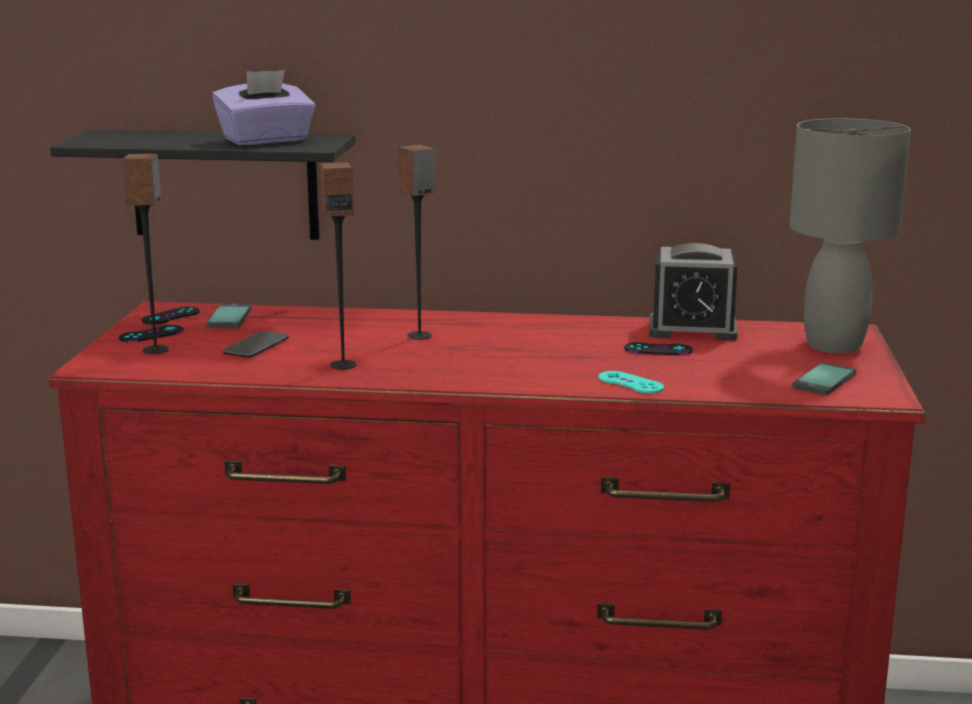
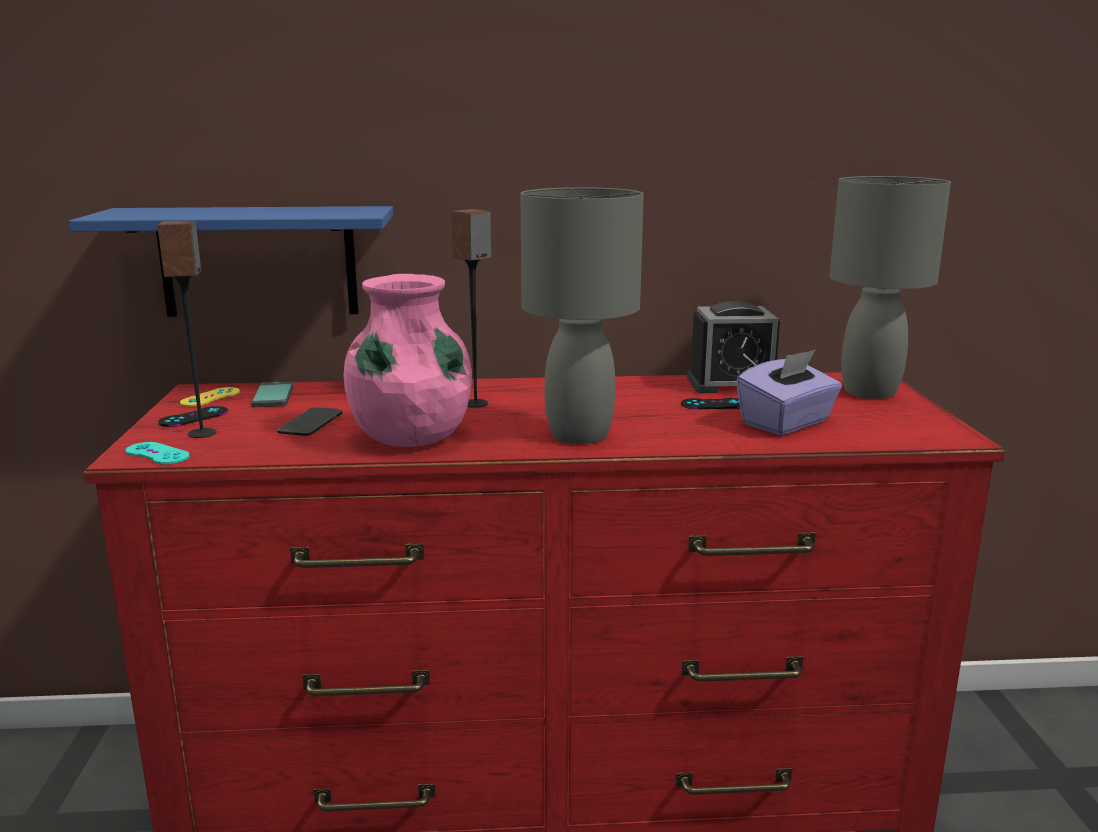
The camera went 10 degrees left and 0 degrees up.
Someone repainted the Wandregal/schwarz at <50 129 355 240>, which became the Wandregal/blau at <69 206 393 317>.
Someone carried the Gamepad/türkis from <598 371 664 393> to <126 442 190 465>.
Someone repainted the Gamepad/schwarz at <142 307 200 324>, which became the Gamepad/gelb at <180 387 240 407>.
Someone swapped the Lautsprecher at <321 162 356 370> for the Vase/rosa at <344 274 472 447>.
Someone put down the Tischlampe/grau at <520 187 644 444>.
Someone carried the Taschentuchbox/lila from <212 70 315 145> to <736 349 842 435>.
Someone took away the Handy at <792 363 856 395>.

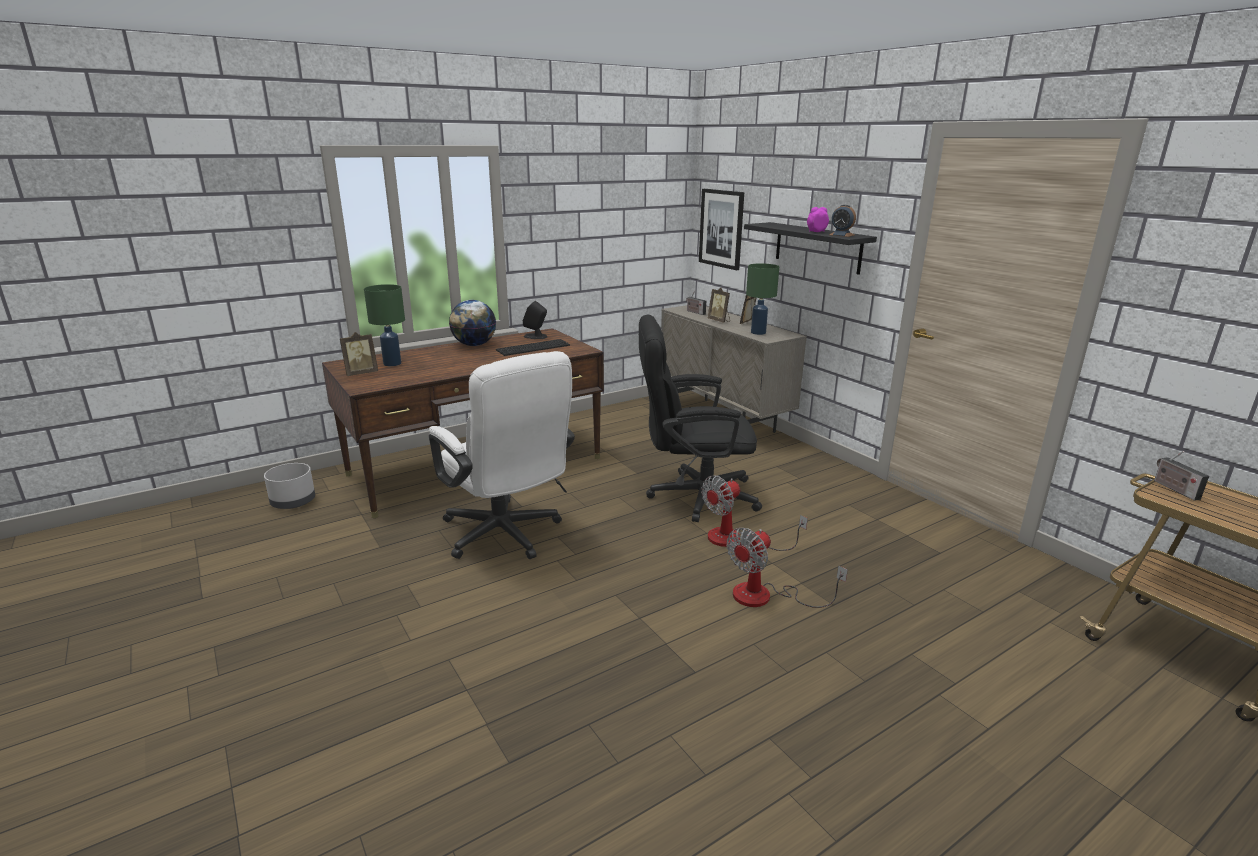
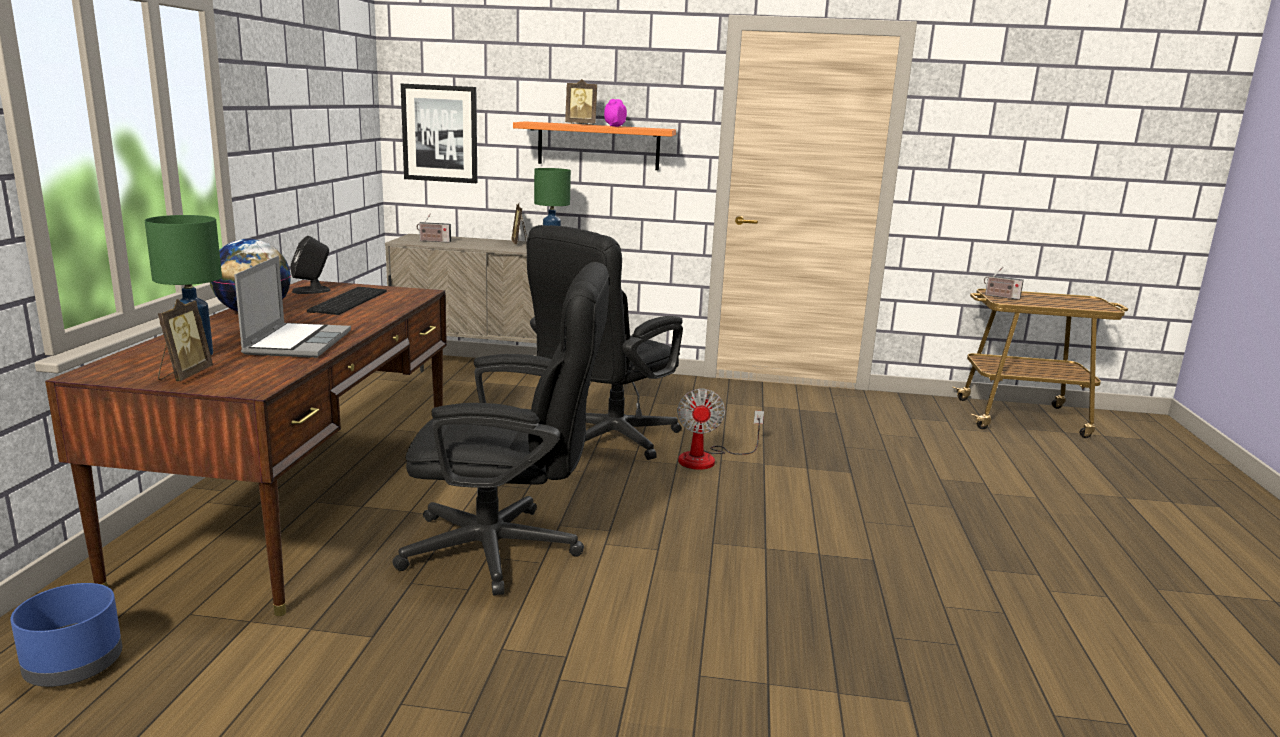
The camera went 50 degrees left and 5 degrees down.
Someone repainted the Pflanzkübel/grau at <264 463 315 509>, which became the Pflanzkübel/blau at <10 583 122 687>.
Someone put down the Laptop at <234 256 351 358>.
Someone repainted the Bürostuhl/weiß at <429 351 575 559>, which became the Bürostuhl/schwarz at <393 262 609 595>.
Someone repainted the Wandregal/schwarz at <744 222 877 275>, which became the Wandregal/orange at <513 121 676 170>.
Someone carried the Bilderrahmen from <708 288 730 323> to <565 79 597 125>.
Someone took away the Ventilator at <726 528 848 608>.
Someone took away the Wecker at <829 205 856 237>.

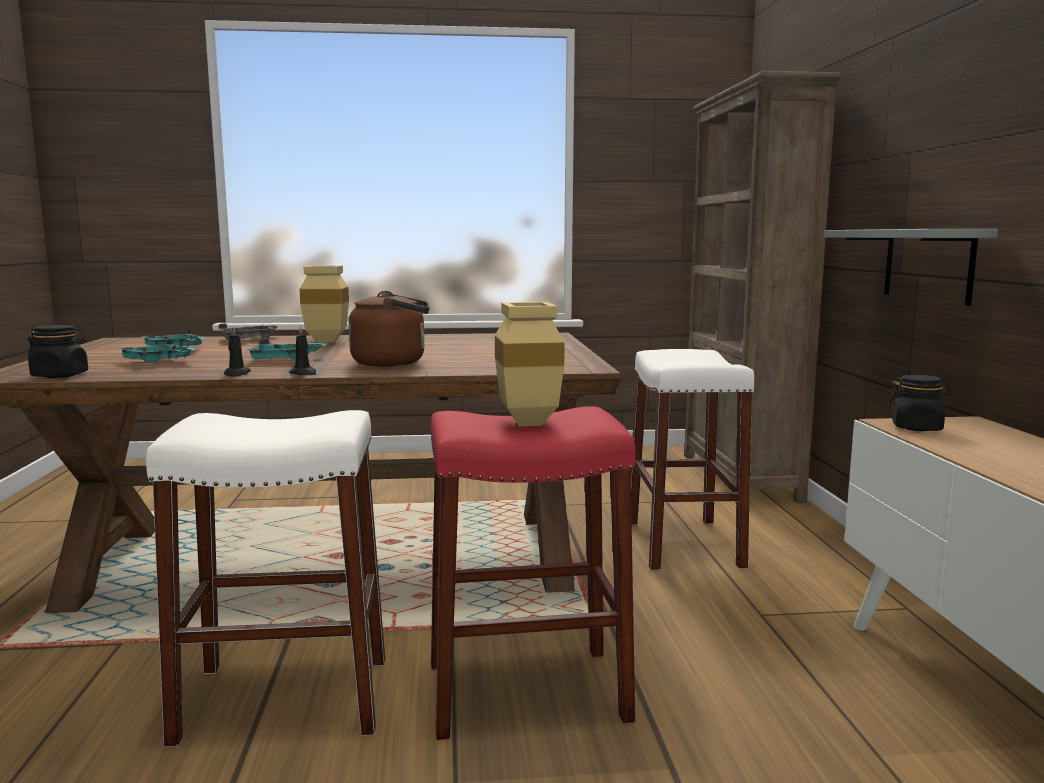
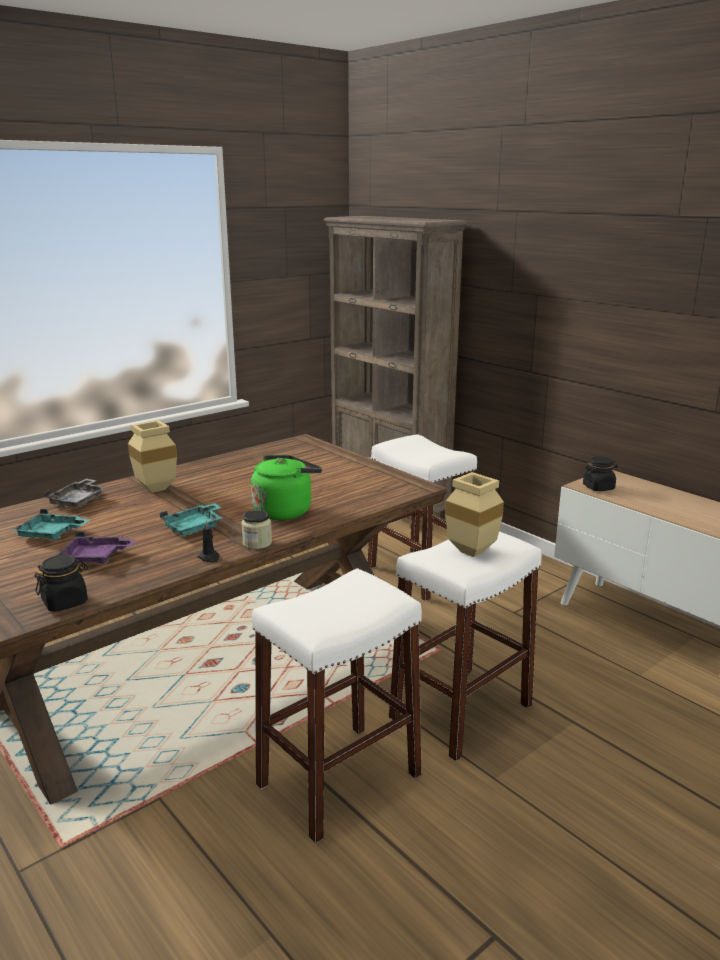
The camera went 35 degrees left and 10 degrees up.
Someone repainted the Tablett/türkis at <118 339 197 363>, which became the Tablett/lila at <56 531 136 564>.
Someone swapped the Kerze/schwarz at <289 325 316 375> for the Vorratsglas at <241 510 272 549>.
Someone repainted the Wasserkessel/braun at <349 291 429 367>, which became the Wasserkessel/grün at <251 455 322 520>.
Someone repainted the Hocker/rot at <431 406 636 740>, which became the Hocker/weiß at <389 531 542 761>.
Someone took away the Wandregal/grau at <824 229 998 306>.

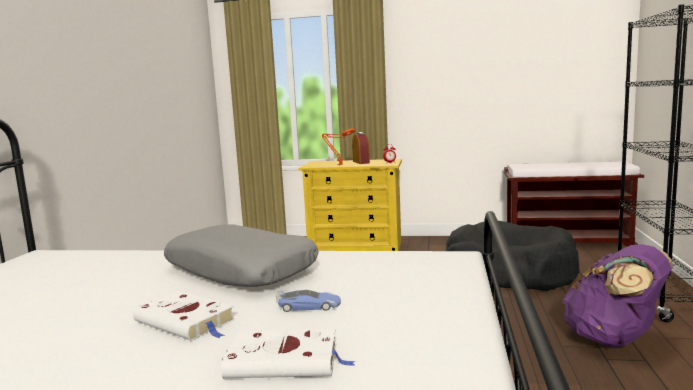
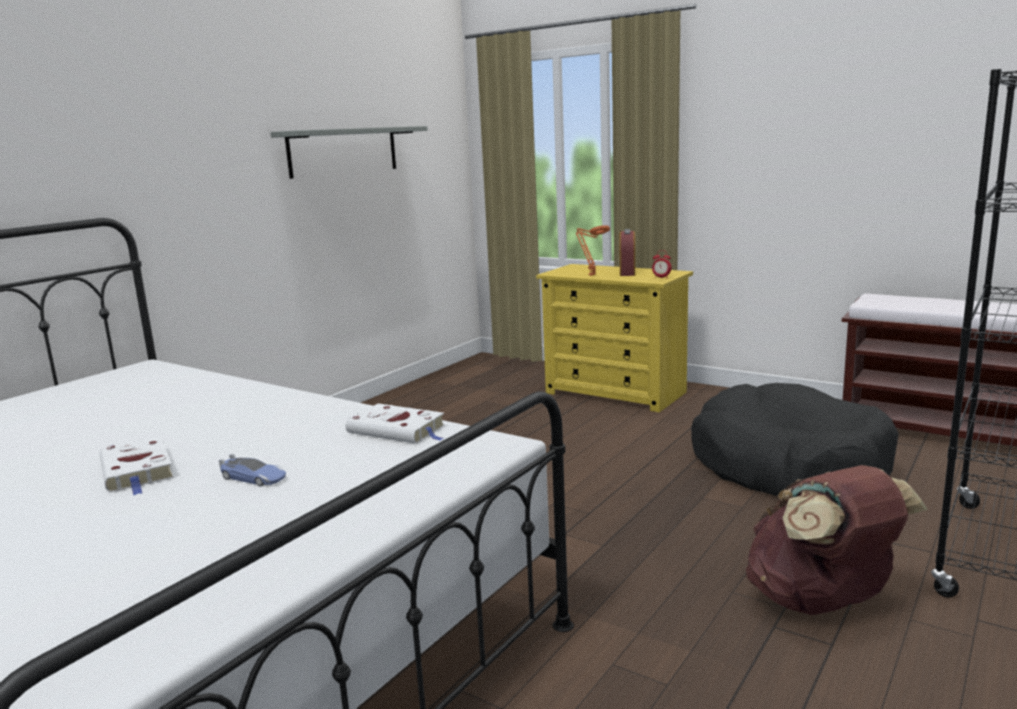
The camera went 25 degrees right and 5 degrees up.
Someone put up the Wandregal/grau at <270 126 428 179>.
Someone carried the Buch/weiß from <221 329 355 378> to <345 404 445 444>.
Someone repainted the Rucksack/lila at <562 244 672 347>, which became the Rucksack/braun at <746 465 928 615>.
Someone took away the Kissen/grau at <164 224 318 287>.

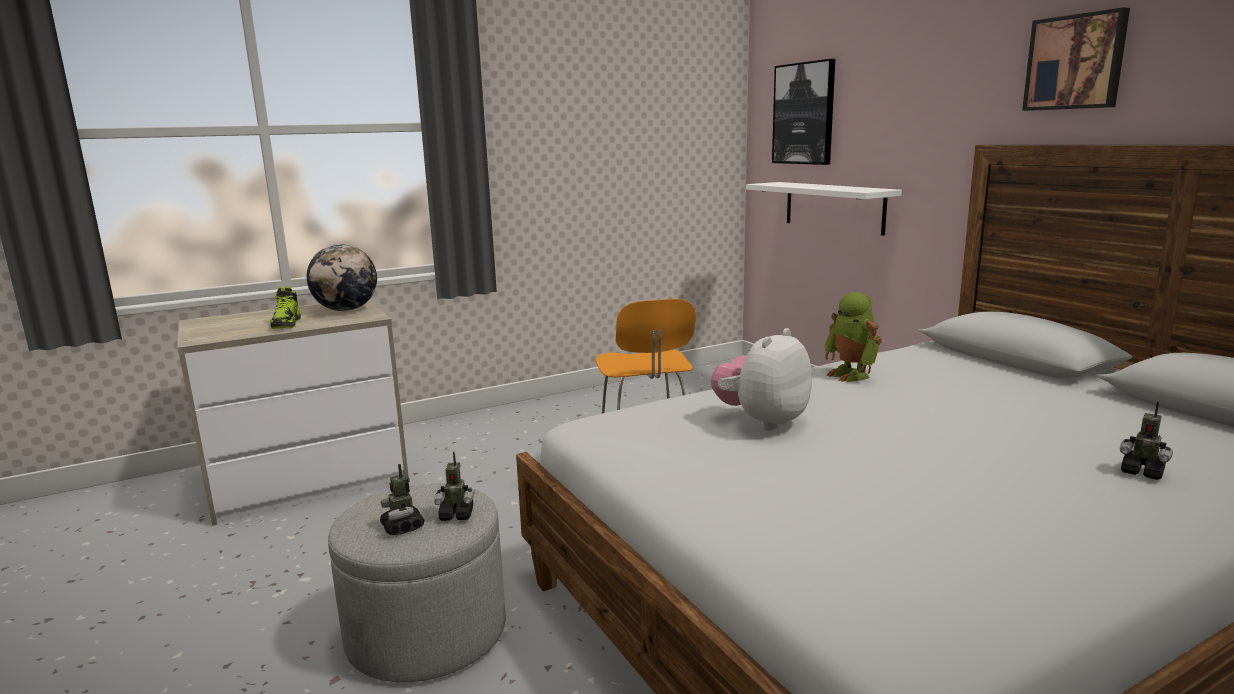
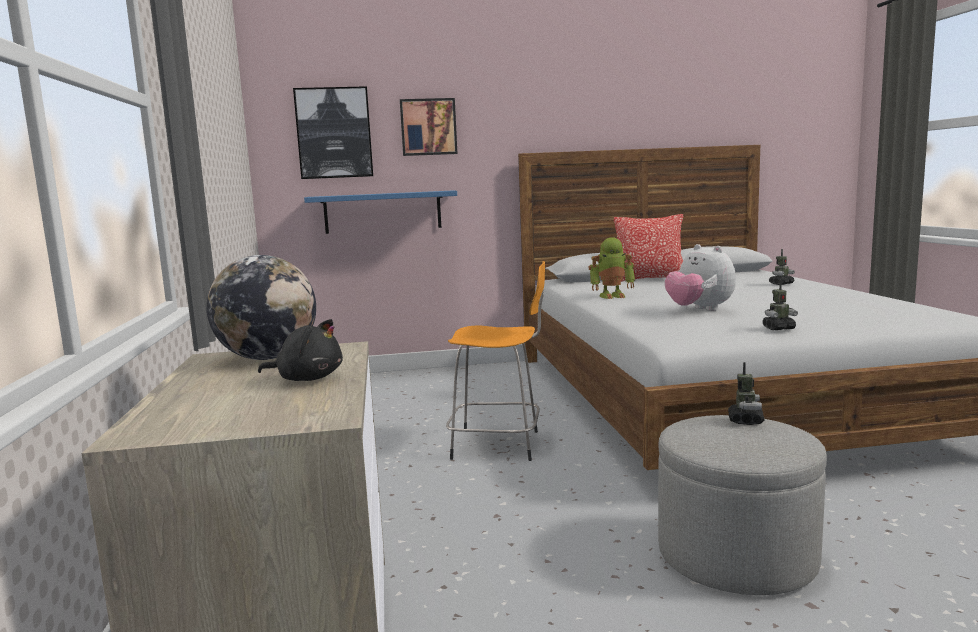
The camera went 70 degrees left and 5 degrees down.
Someone swapped the Schuh at <270 287 301 329> for the Plüschtier/schwarz at <258 319 343 381>.
Someone repainted the Wandregal/weiß at <746 182 902 236>, which became the Wandregal/blau at <304 191 457 234>.
Someone carried the Bild from <1022 7 1130 111> to <400 98 457 156>.
Someone put down the Kissen at <614 214 683 282>.
Someone carried the Spielzeugroboter from <380 464 425 535> to <763 280 798 330>.

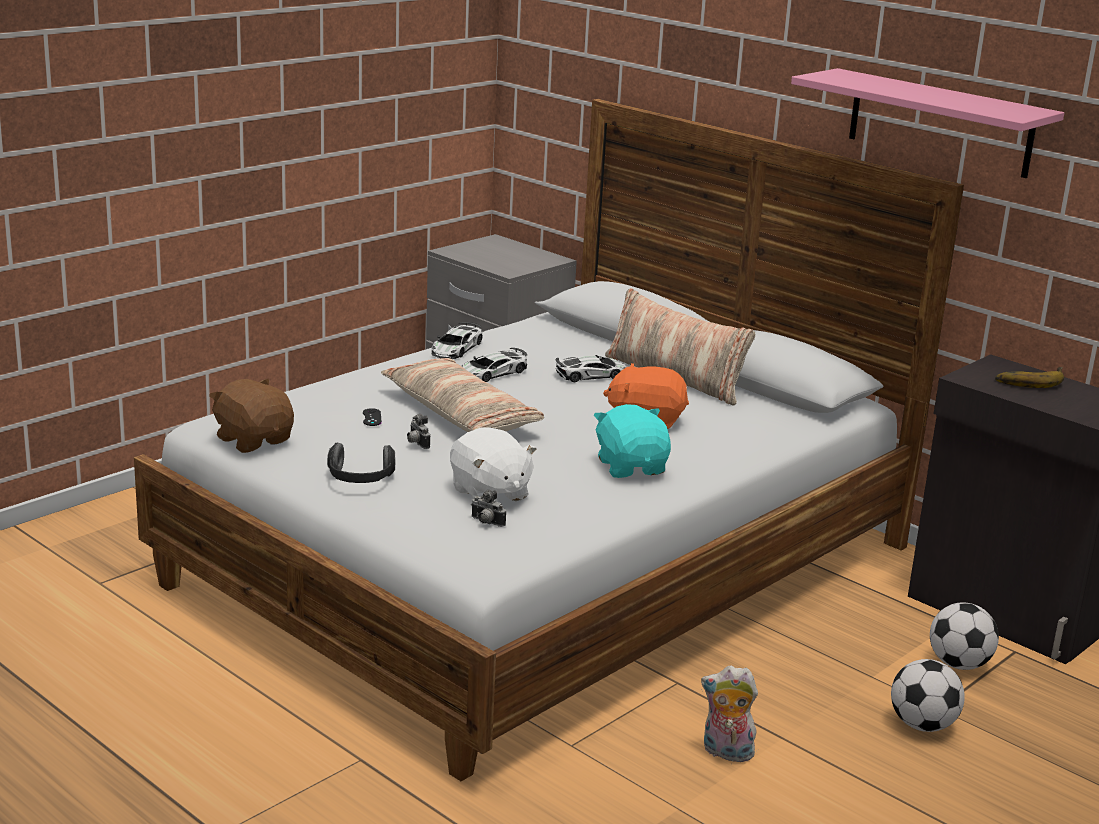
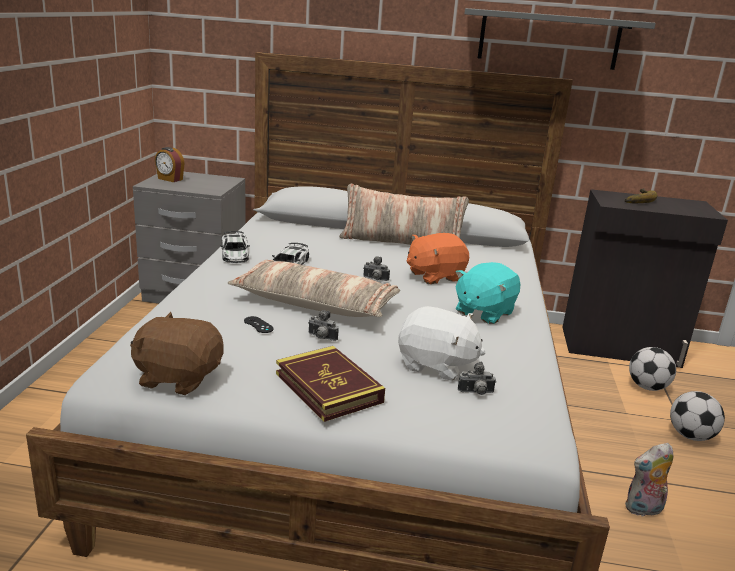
The camera went 35 degrees left and 0 degrees up.
Someone put down the Wecker at <155 147 184 182>.
Someone swapped the Kopfhörer at <327 443 395 483> for the Buch at <276 346 385 422>.
Someone put down the Kamera at <363 256 390 281>.
Someone rotated the Plüschtier/türkis at <593 404 671 478> by 90 degrees counterclockwise.
Someone repainted the Wandregal/rosa at <791 68 1064 178>, which became the Wandregal/grau at <465 8 656 70>.
Someone took away the Spielzeugauto at <555 355 627 382>.

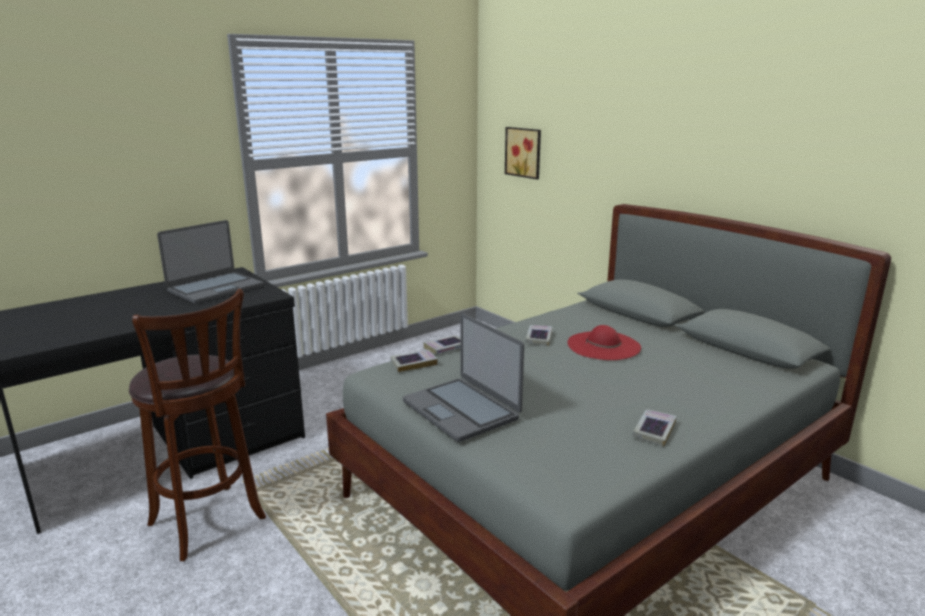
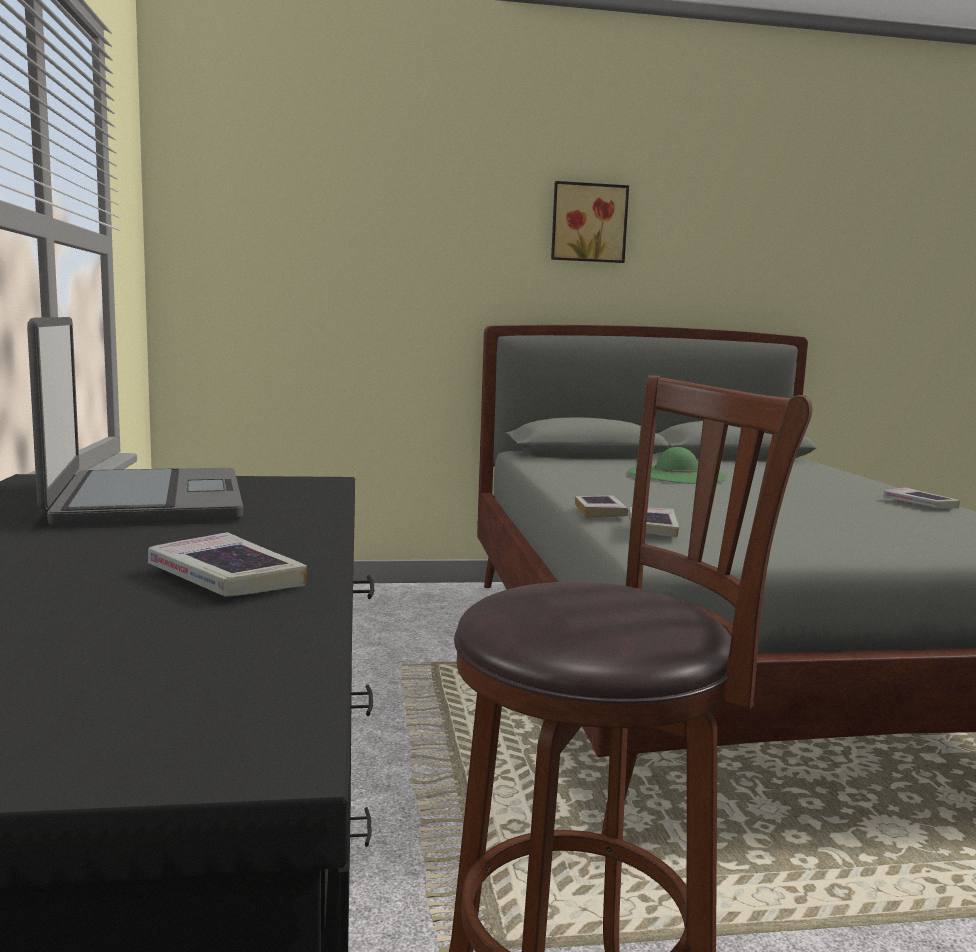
The camera went 60 degrees left and 10 degrees down.
Someone carried the Buch from <525 325 553 346> to <148 532 307 597>.
Someone carried the Bild from <505 127 541 179> to <551 181 629 263>.
Someone repainted the Hut/rot at <568 325 641 360>, which became the Hut/grün at <628 447 727 484>.
Someone took away the Laptop at <403 313 524 442>.

